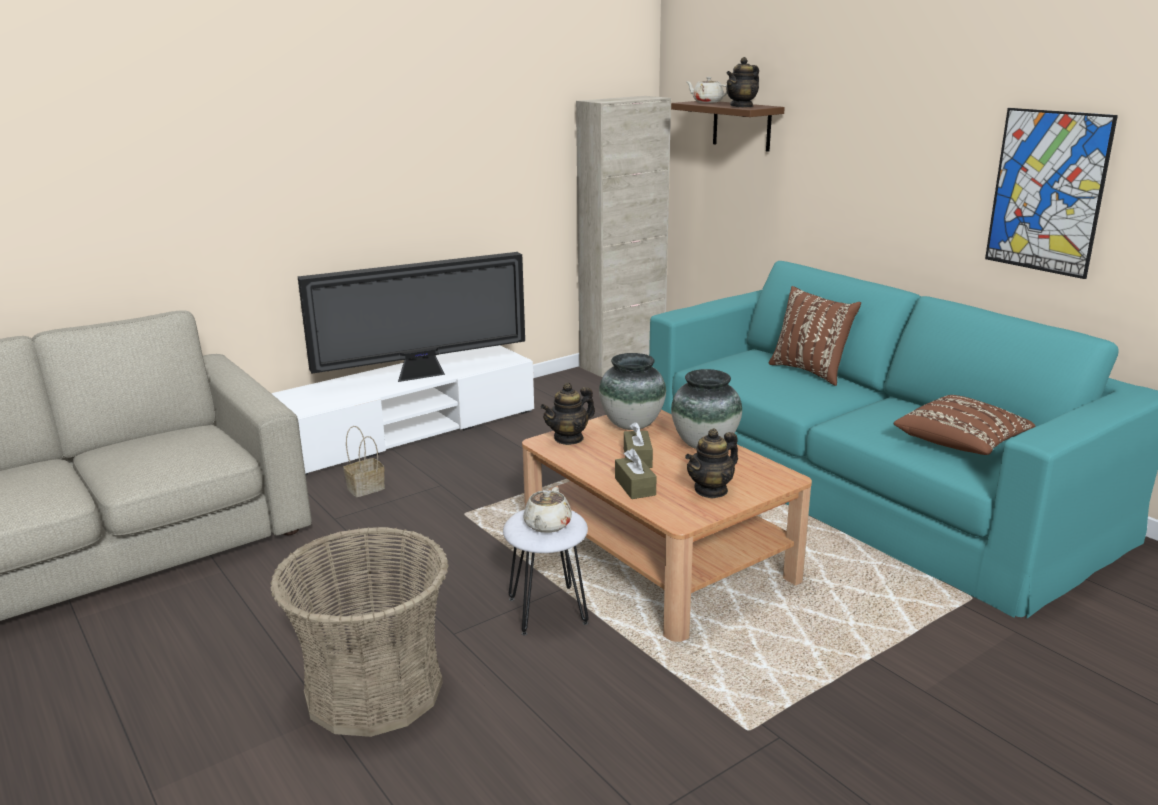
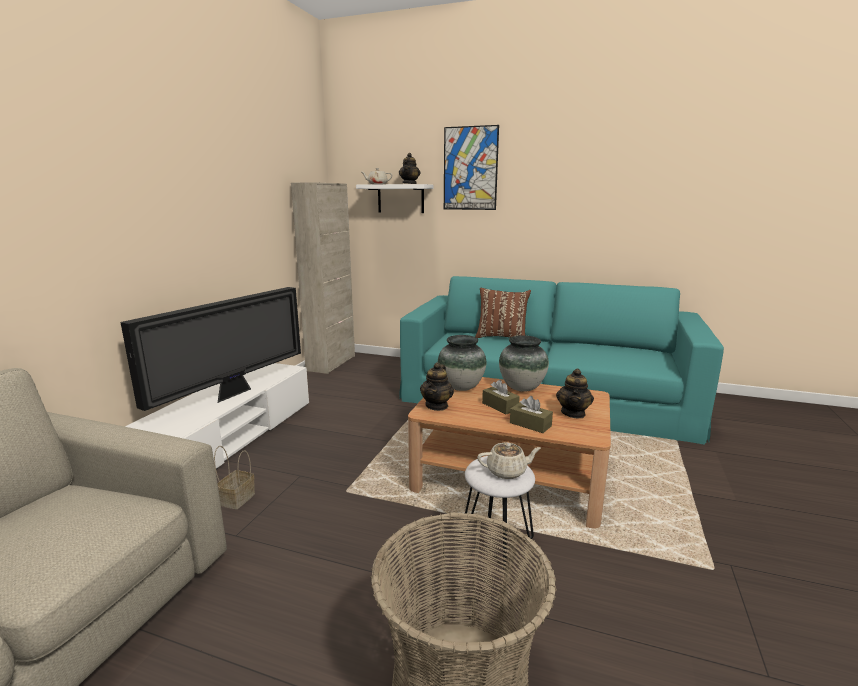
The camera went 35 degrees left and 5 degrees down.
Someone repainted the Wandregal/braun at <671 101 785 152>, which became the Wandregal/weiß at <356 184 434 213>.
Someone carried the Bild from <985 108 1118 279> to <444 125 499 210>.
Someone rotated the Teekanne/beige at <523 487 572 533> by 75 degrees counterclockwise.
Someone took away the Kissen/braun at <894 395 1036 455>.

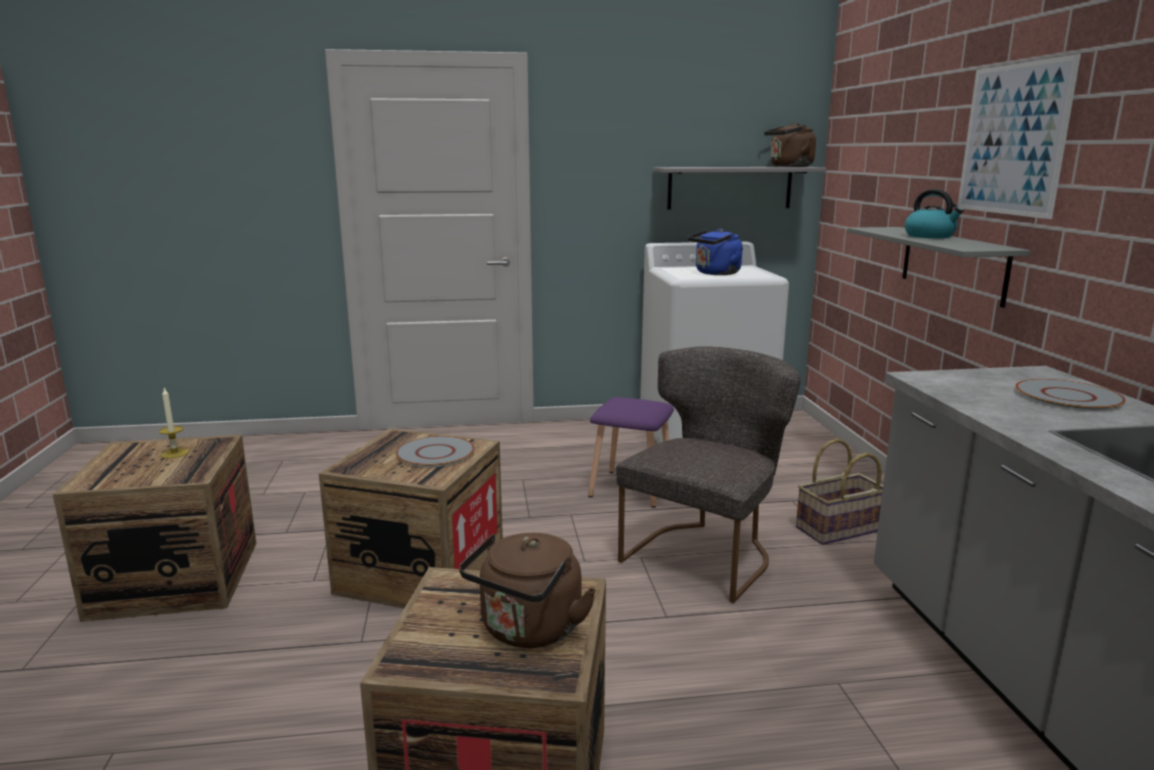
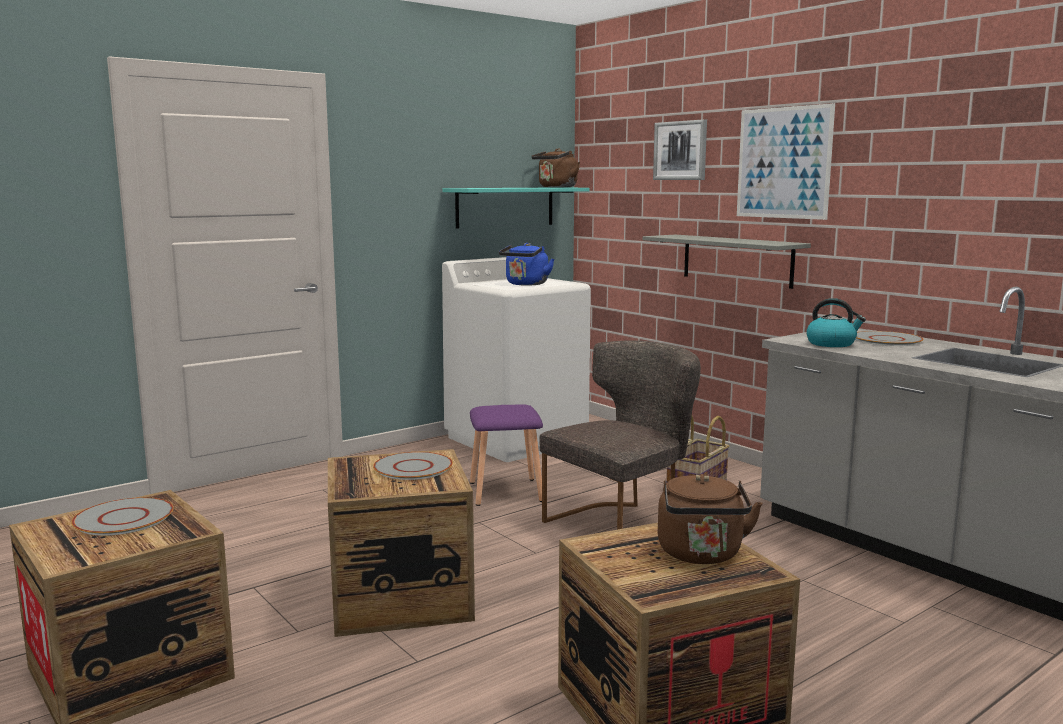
The camera went 30 degrees left and 5 degrees down.
Someone swapped the Kerze at <159 388 189 459> for the Teller/grau at <71 497 174 536>.
Someone repainted the Wandregal/grau at <653 167 827 210>, which became the Wandregal/türkis at <443 187 590 229>.
Someone rotated the Stuhl/grau at <616 346 801 603> by 45 degrees clockwise.
Someone put up the Bild at <653 119 707 180>.
Someone carried the Wasserkessel from <905 189 964 238> to <806 298 866 347>.

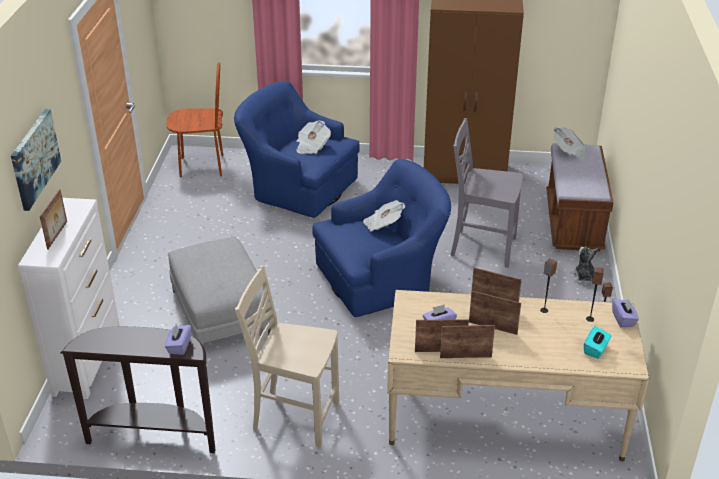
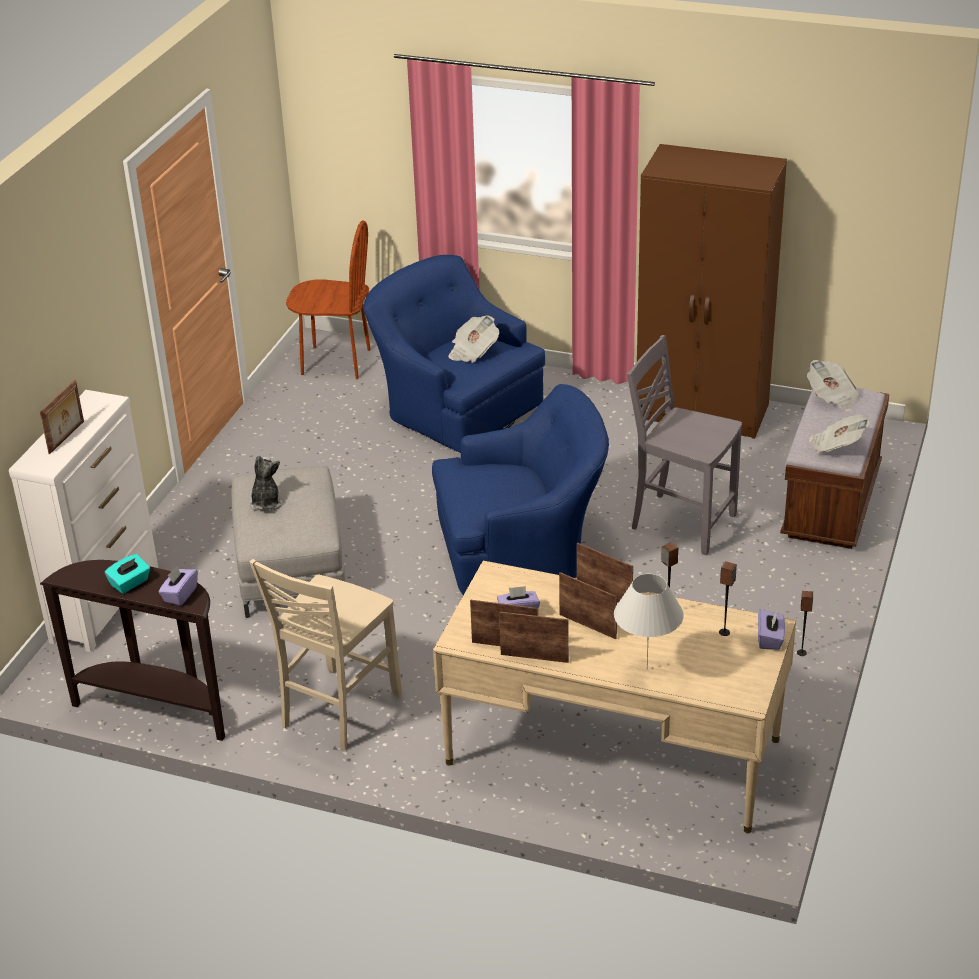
The camera went 15 degrees right and 0 degrees up.
Someone carried the Taschentuchbox/türkis from <584 326 611 359> to <105 554 150 594>.
Someone carried the Plüschtier from <571 246 598 284> to <249 455 283 511>.
Someone rotated the Stuhl/beige at <235 265 339 447> by 90 degrees counterclockwise.
Someone put down the Tischlampe/weiß at <614 574 684 669>.
Someone carried the Zeitung from <363 200 405 232> to <808 414 870 454>.
Someone took away the Bild at <11 109 61 211>.

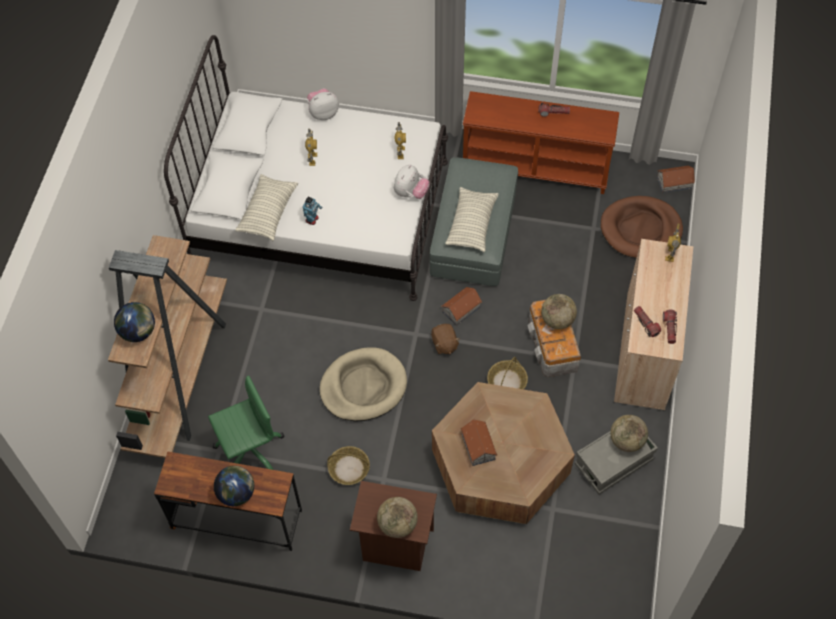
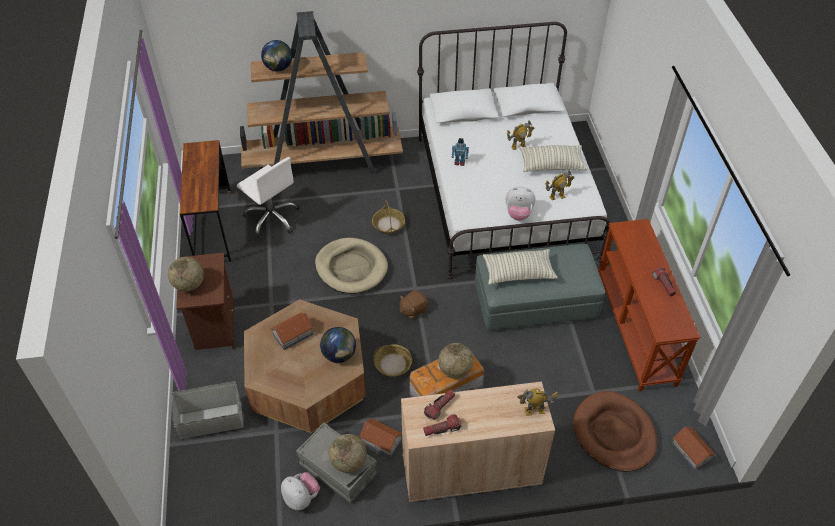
The camera went 70 degrees right and 10 degrees down.
Someone put down the Aufbewahrungsbox/grau at <172 381 243 439>.
Someone repainted the Bürostuhl/grün at <208 375 284 470>, which became the Bürostuhl/weiß at <237 157 300 238>.
Someone carried the Plüschtier from <307 88 339 120> to <281 472 320 511>.
Someone carried the Globus from <214 466 254 506> to <320 327 356 363>.
Someone carried the Spielzeughaus from <441 287 482 326> to <359 418 402 457>.
Someone carried the Korb from <327 446 370 485> to <372 200 405 234>.
Someone carried the Kissen from <235 174 298 241> to <520 145 588 172>.

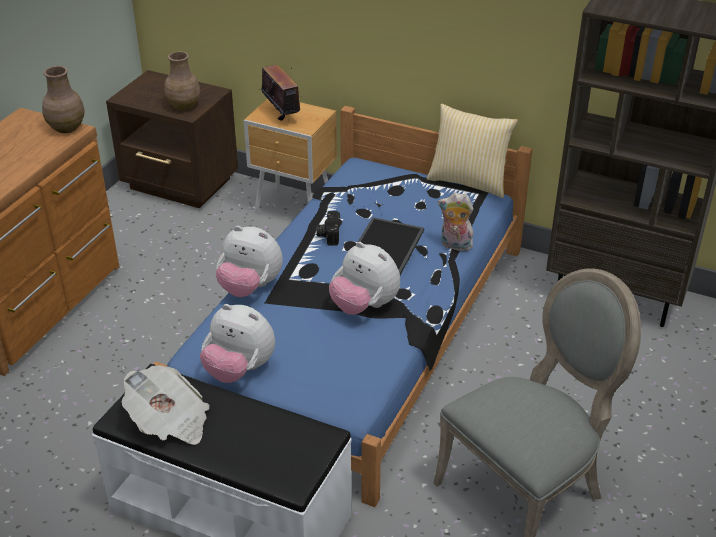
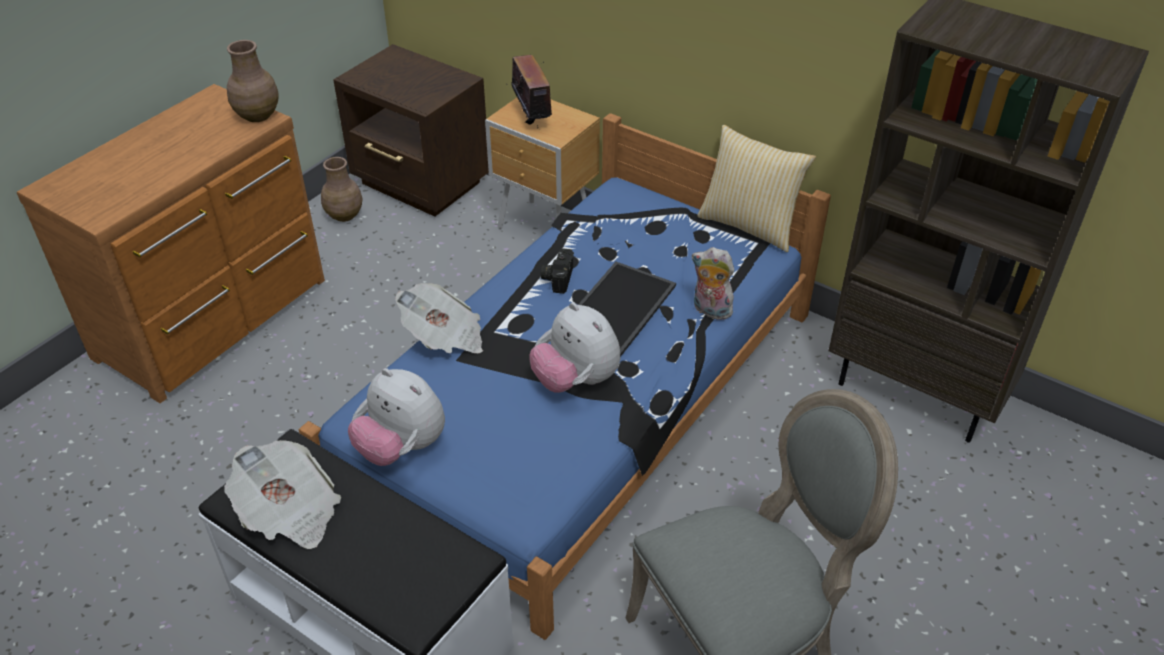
The camera went 10 degrees right and 5 degrees up.
Someone carried the Vase/braun from <164 51 200 111> to <321 157 362 222>.
Someone swapped the Plüschtier at <215 226 283 297> for the Zeitung at <395 283 483 353>.

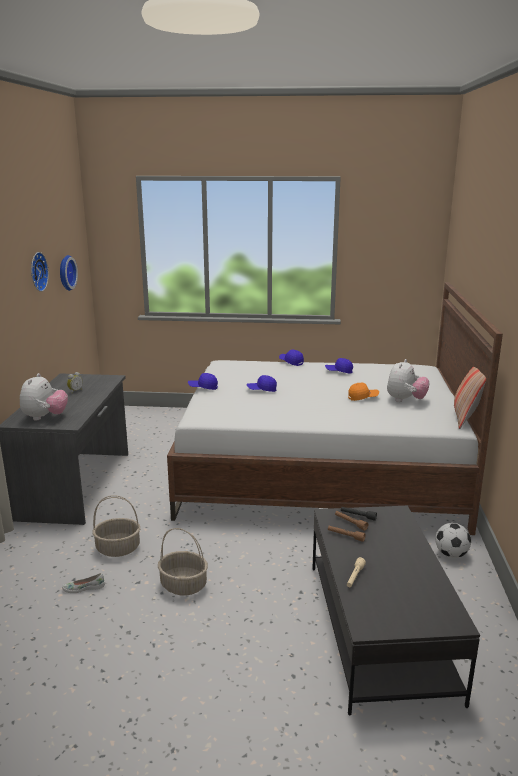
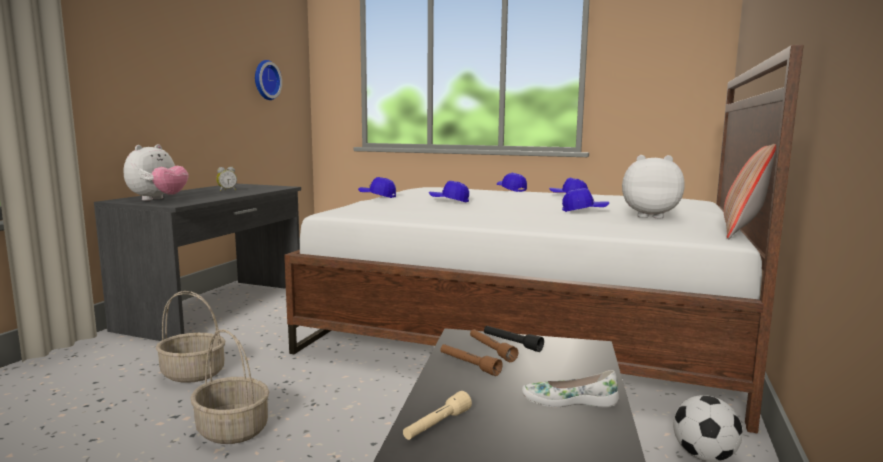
The camera went 15 degrees right and 10 degrees down.
Someone carried the Schuh/weiß from <62 573 105 593> to <522 370 619 407>.
Someone repainted the Kappe/orange at <348 383 379 401>, which became the Kappe/blau at <562 188 610 212>.
Someone rotated the Plüschtier at <387 359 430 402> by 120 degrees counterclockwise.
Someone took away the Wanduhr at <31 252 49 292>.

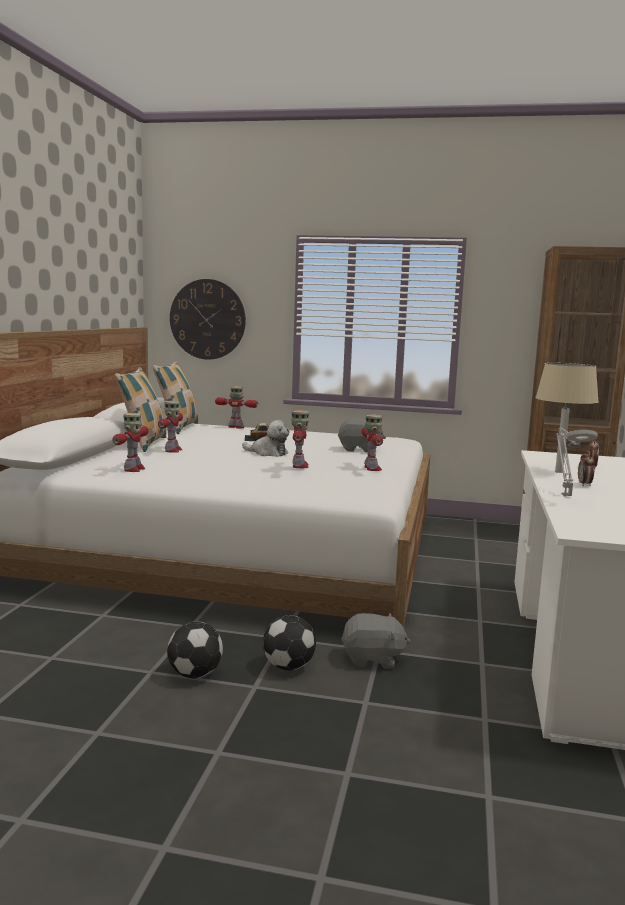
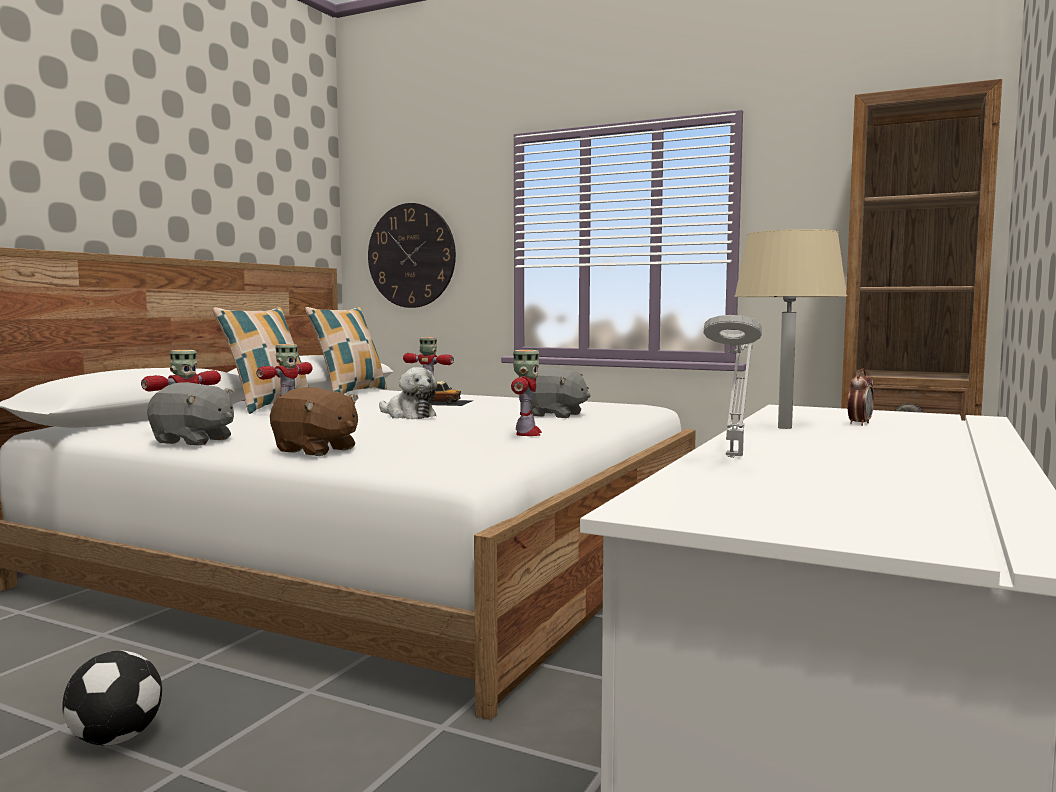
The camera went 15 degrees right and 5 degrees down.
Someone carried the Plüschtier/grau from <341 613 411 669> to <147 382 234 446>.
Someone put down the Plüschtier/braun at <270 387 358 456>.
Someone took away the Fußball at <263 615 316 670>.
Someone took away the Spielzeugroboter at <292 410 309 468>.
Someone took away the Wecker at <578 451 595 486>.

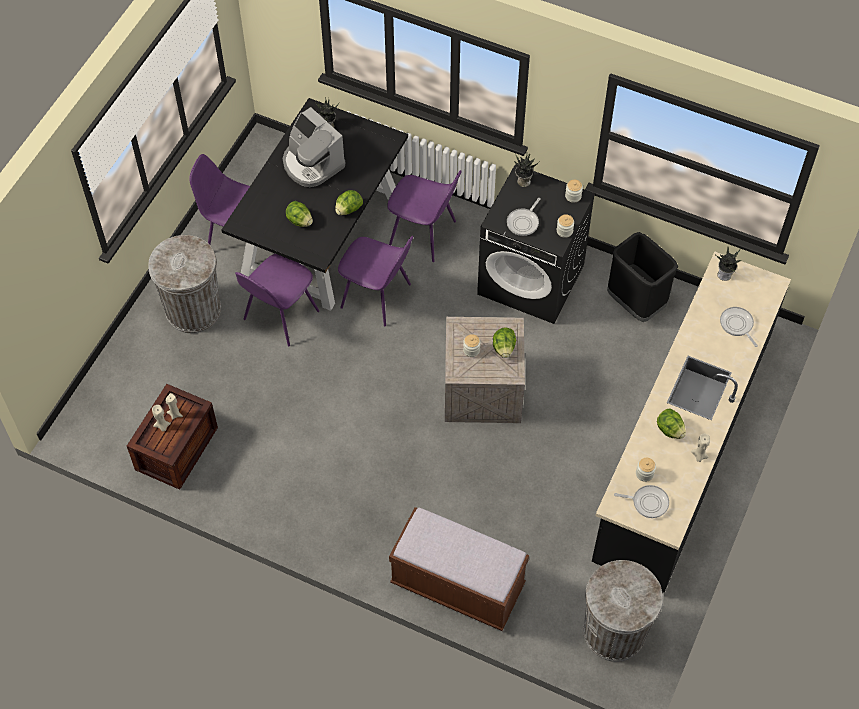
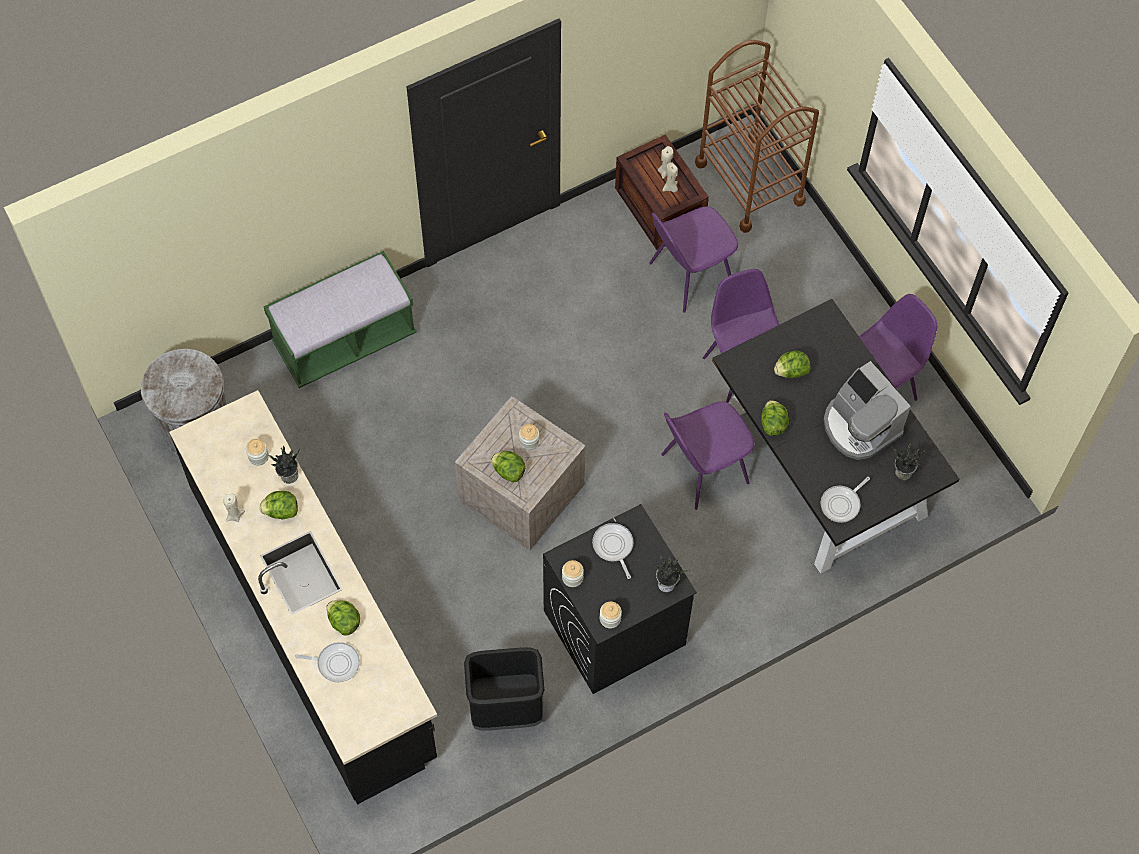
The camera went 125 degrees right and 5 degrees up.
Someone repainted the Bank/braun at <389 507 529 631>, which became the Bank/grün at <263 251 417 388>.
Someone carried the Topfpflanze from <715 247 741 281> to <268 446 300 484>.
Someone put down the Salatkopf at <326 600 360 635>.
Someone carried the Stuhl/lila from <387 170 462 262> to <650 206 738 313>.
Someone put down the Rollwagen/braun at <695 40 819 233>.
Someone carried the Pfanne from <614 485 669 518> to <821 477 870 523>.
Someone rotated the Kaffeemaschine at <283 107 345 187> by 120 degrees counterclockwise.
Someone took away the Mülleimer/grau at <148 235 221 333>.

